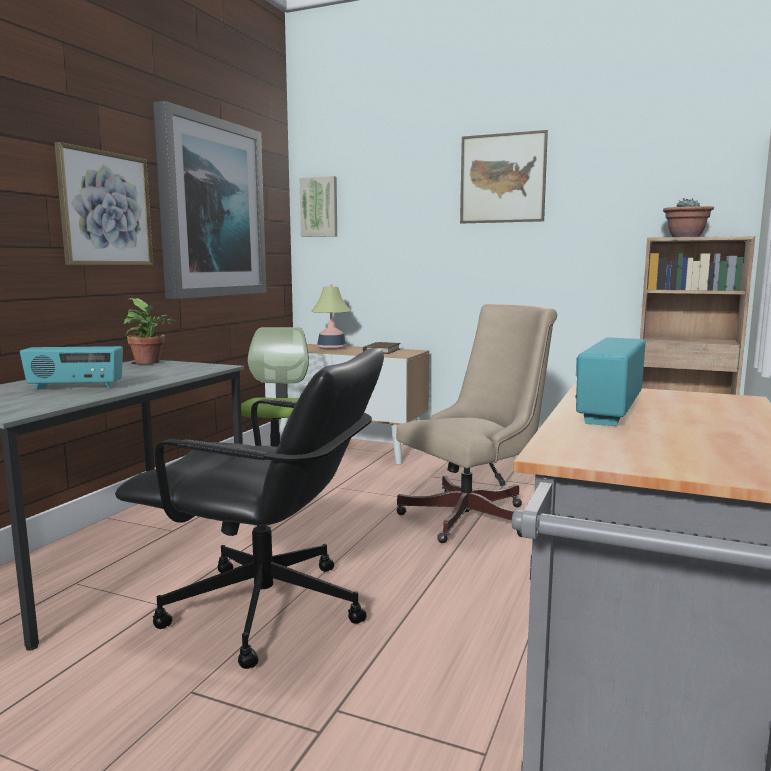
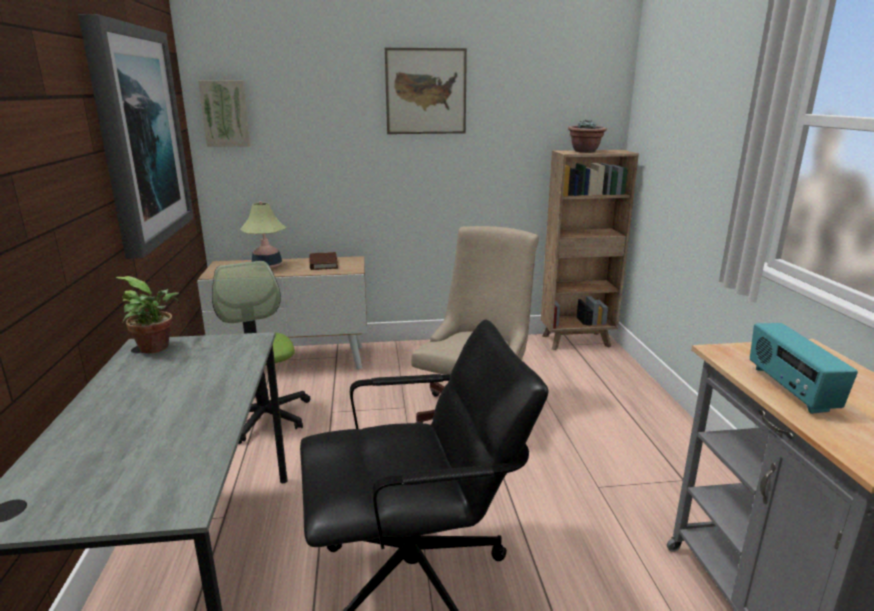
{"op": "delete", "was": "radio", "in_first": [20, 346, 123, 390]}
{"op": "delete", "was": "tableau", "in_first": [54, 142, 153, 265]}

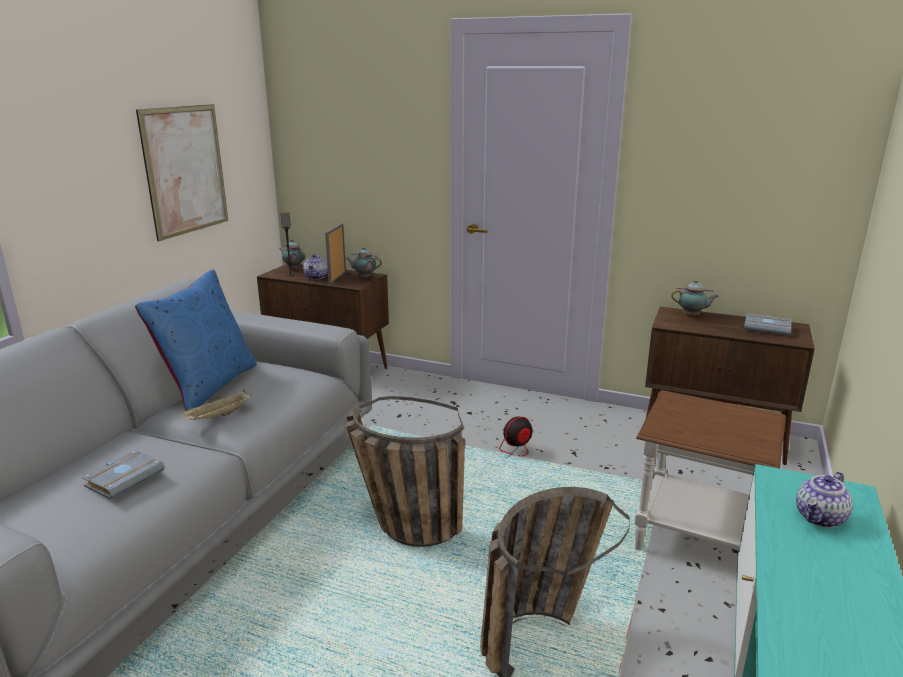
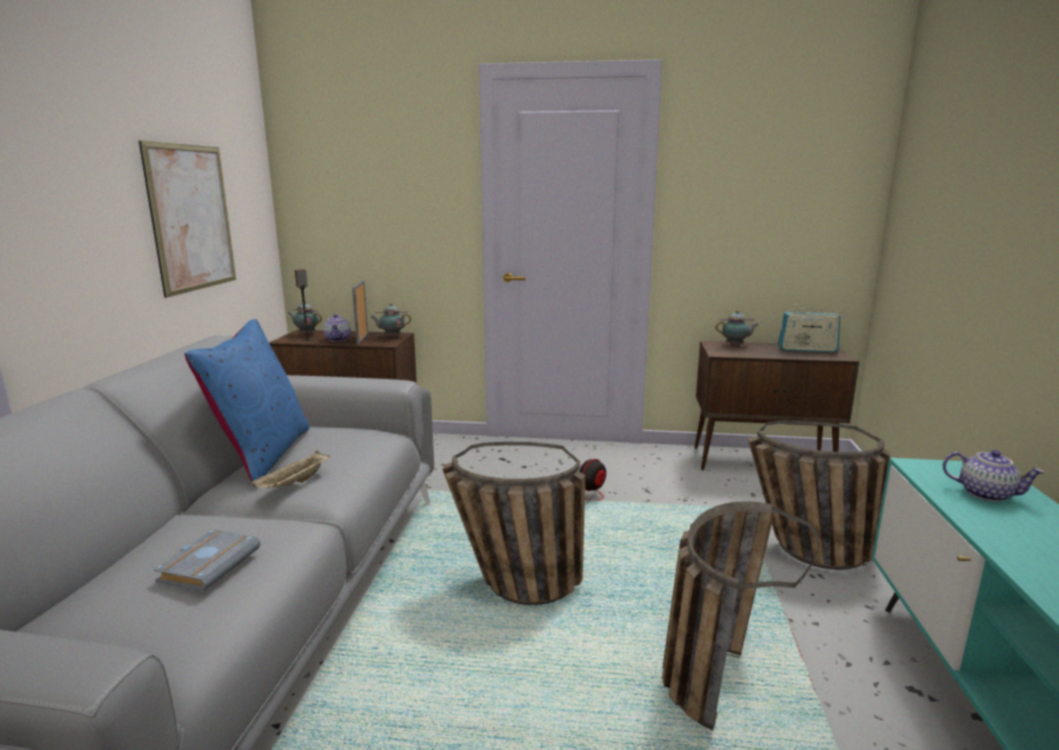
{"op": "replace", "was": "table d'appoint [marron]", "now": "panier", "in_first": [635, 390, 786, 550], "in_second": [748, 421, 890, 570]}
{"op": "replace", "was": "livre [gris]", "now": "radio", "in_first": [744, 314, 791, 336], "in_second": [778, 304, 840, 353]}
{"op": "rotate", "was": "théière", "in_first": [796, 472, 853, 528], "in_second": [943, 450, 1045, 502], "clockwise": -90}

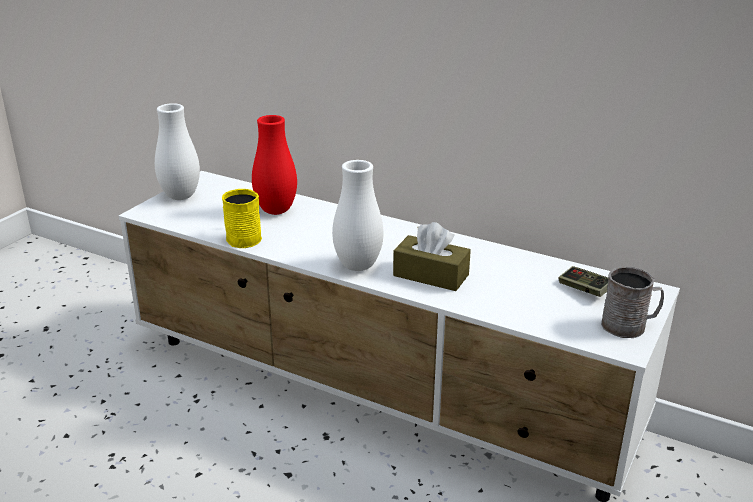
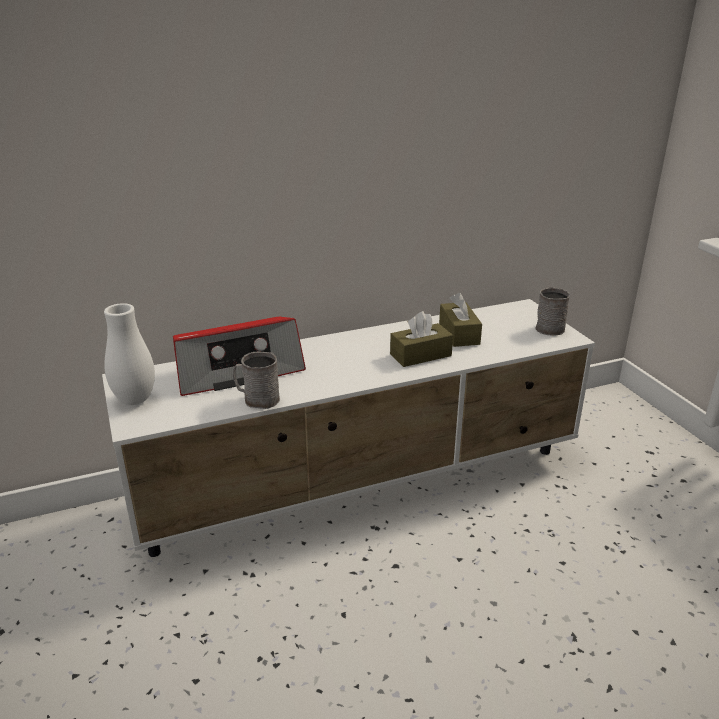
{"op": "delete", "was": "vase [blanc]", "in_first": [332, 160, 384, 271]}
{"op": "delete", "was": "manette", "in_first": [559, 266, 608, 297]}
{"op": "insert", "now": "boîte à mouchoirs [marron]", "in_second": [439, 293, 482, 347]}
{"op": "replace", "was": "vase [rouge]", "now": "radio", "in_first": [252, 115, 297, 215], "in_second": [173, 316, 306, 396]}
{"op": "recolor", "was": "mug [jaune]", "now": "mug [gris]", "in_first": [222, 189, 262, 248], "in_second": [233, 352, 280, 409]}

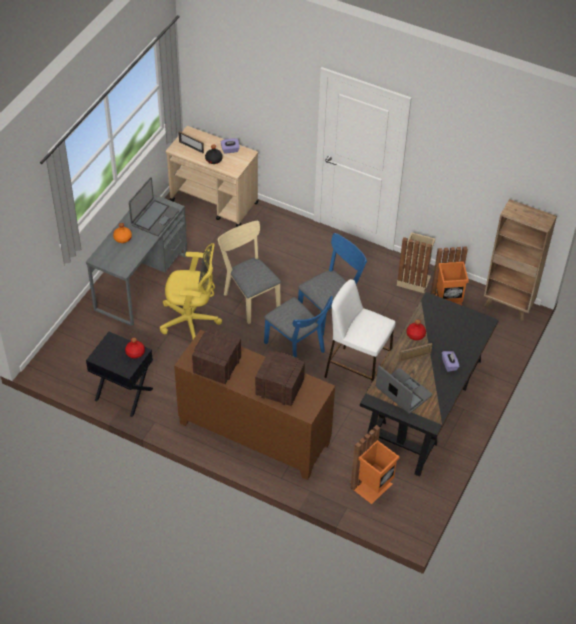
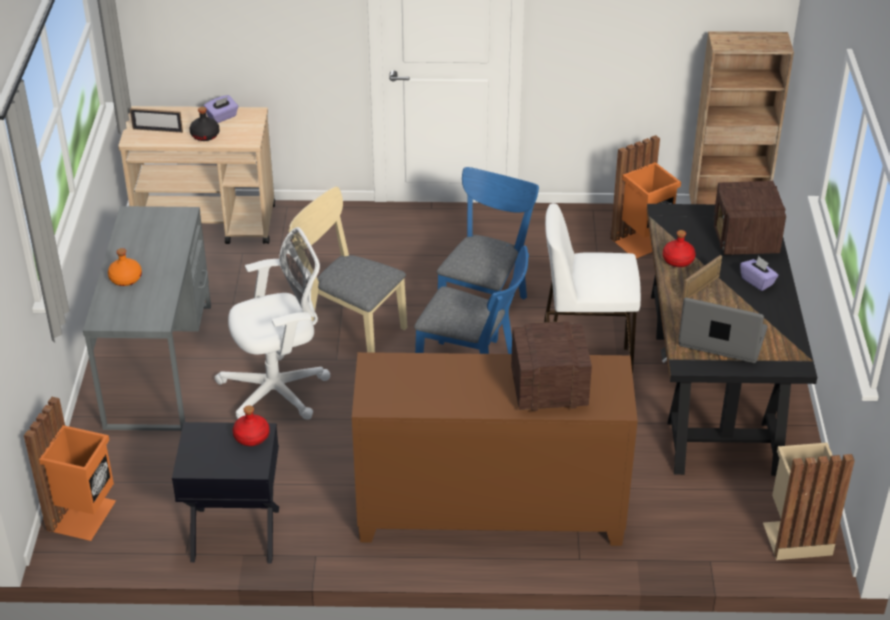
{"op": "delete", "was": "ordinateur portable", "in_first": [129, 177, 179, 236]}
{"op": "move", "was": "radio", "in_first": [192, 328, 241, 384], "in_second": [713, 181, 786, 255]}
{"op": "move", "was": "poubelle [orange]", "in_first": [350, 425, 399, 504], "in_second": [24, 397, 116, 541]}
{"op": "move", "was": "poubelle [beige]", "in_first": [397, 232, 435, 293], "in_second": [763, 443, 855, 560]}
{"op": "recolor", "was": "chaise de bureau [jaune]", "now": "chaise de bureau [blanc]", "in_first": [160, 243, 222, 340], "in_second": [215, 227, 331, 420]}

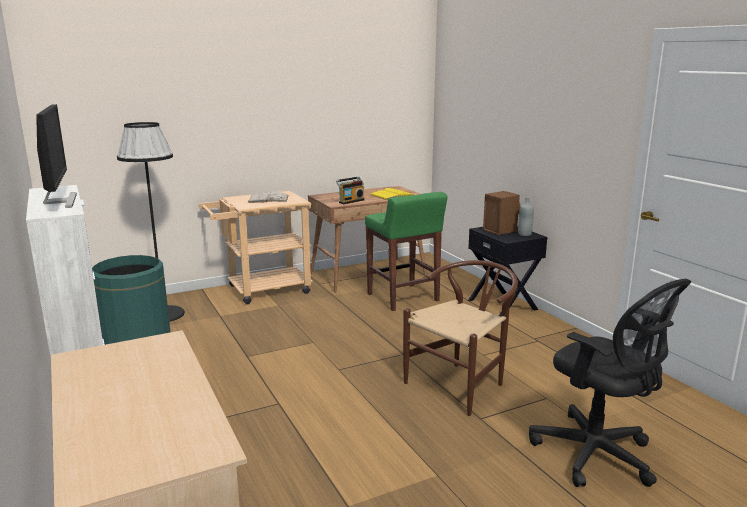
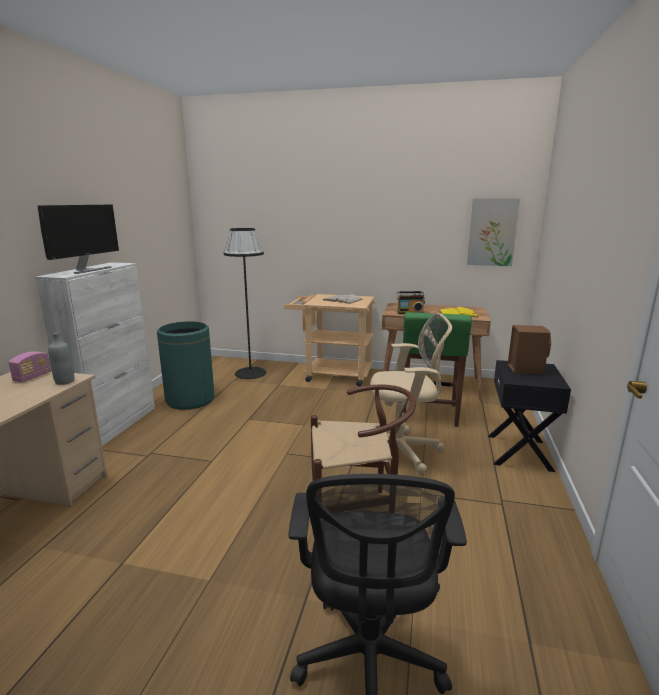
{"op": "insert", "now": "radio", "in_second": [8, 351, 51, 382]}
{"op": "insert", "now": "chaise de bureau [beige]", "in_second": [370, 313, 452, 474]}
{"op": "insert", "now": "tableau", "in_second": [467, 199, 520, 266]}
{"op": "move", "was": "bouteille [gris]", "in_first": [518, 197, 534, 236], "in_second": [48, 333, 74, 385]}

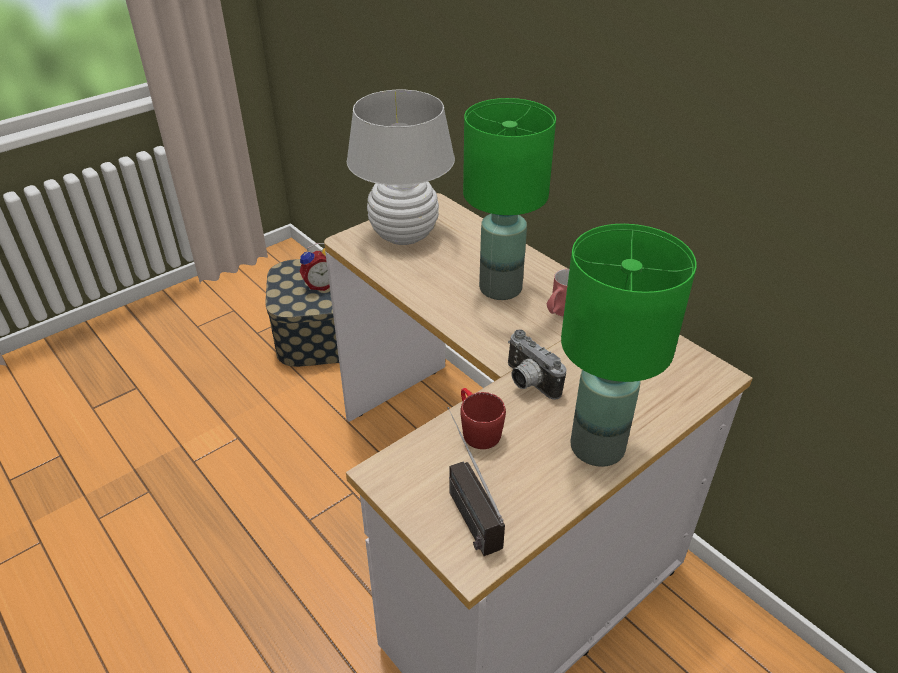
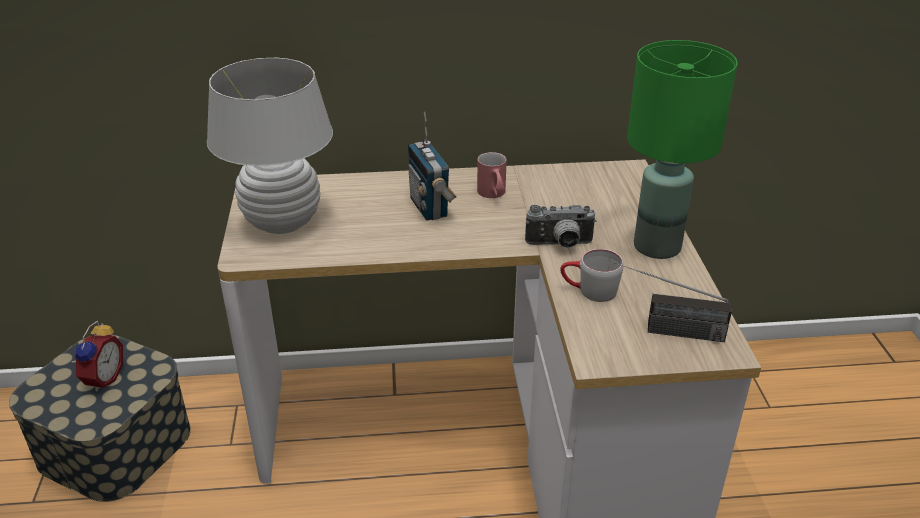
{"op": "replace", "was": "lampe de table [vert]", "now": "radio", "in_first": [463, 98, 556, 300], "in_second": [408, 112, 456, 221]}
{"op": "recolor", "was": "mug [rouge]", "now": "mug [gris]", "in_first": [460, 388, 506, 449], "in_second": [560, 249, 623, 302]}

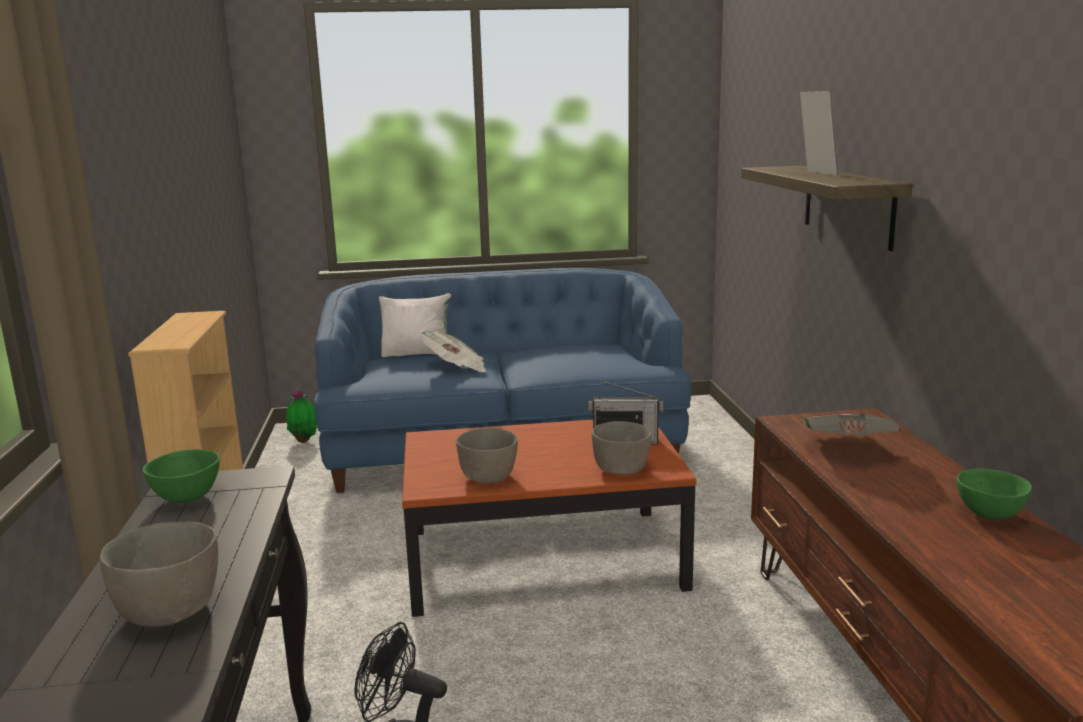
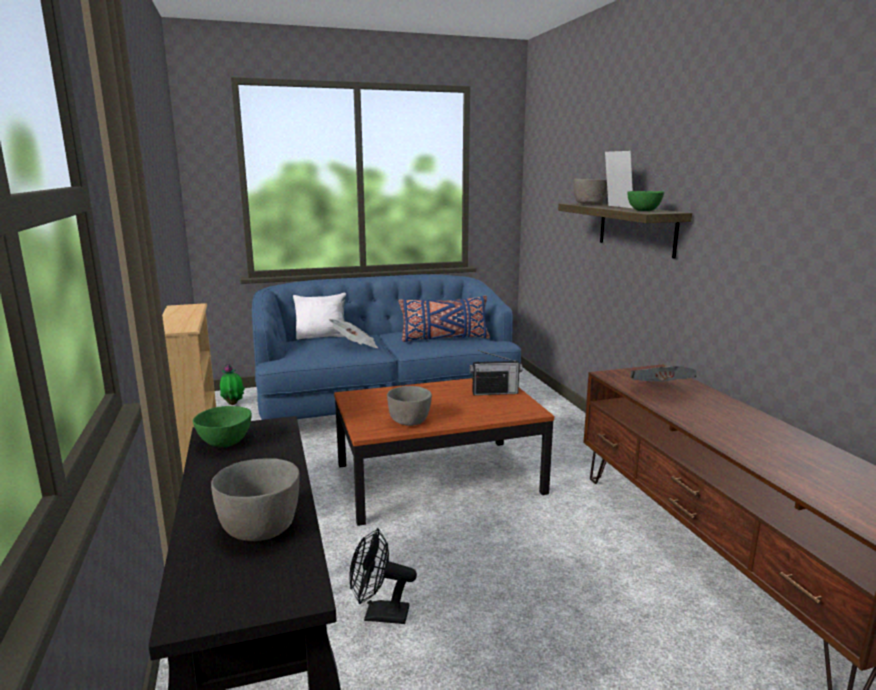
{"op": "insert", "now": "coussin [bleu]", "in_second": [398, 295, 490, 342]}
{"op": "move", "was": "bol [gris]", "in_first": [592, 421, 652, 475], "in_second": [573, 179, 608, 205]}
{"op": "move", "was": "bol [vert]", "in_first": [957, 469, 1032, 520], "in_second": [627, 191, 664, 211]}

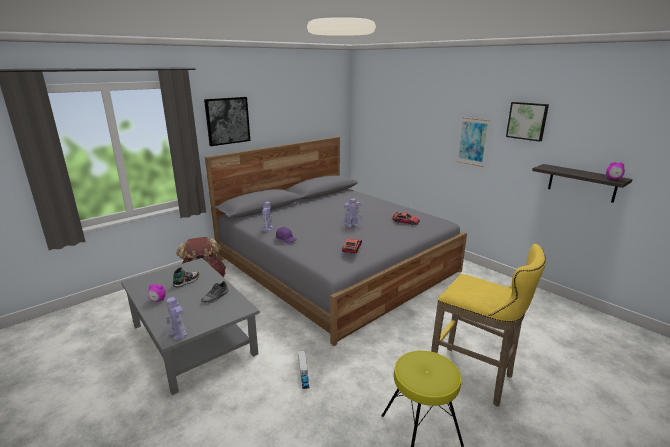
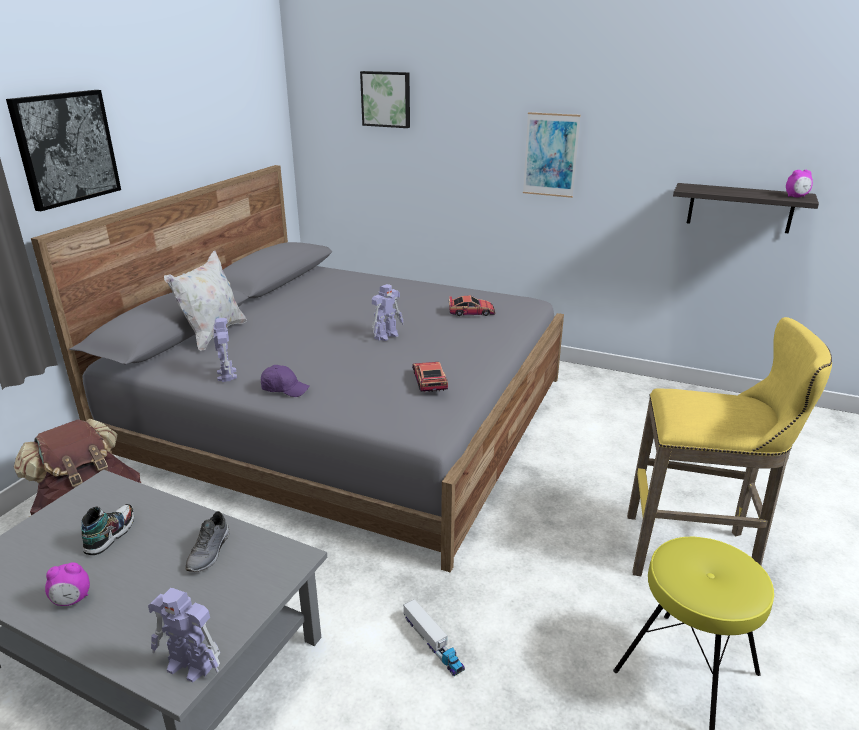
{"op": "insert", "now": "coussin [blanc]", "in_second": [164, 251, 247, 351]}
{"op": "move", "was": "tableau", "in_first": [506, 102, 549, 142], "in_second": [360, 71, 410, 128]}

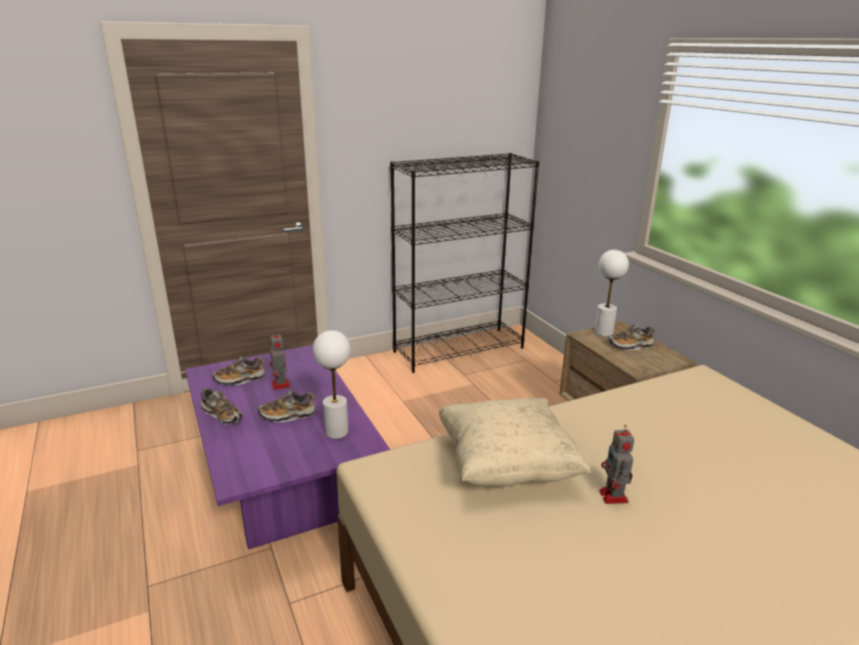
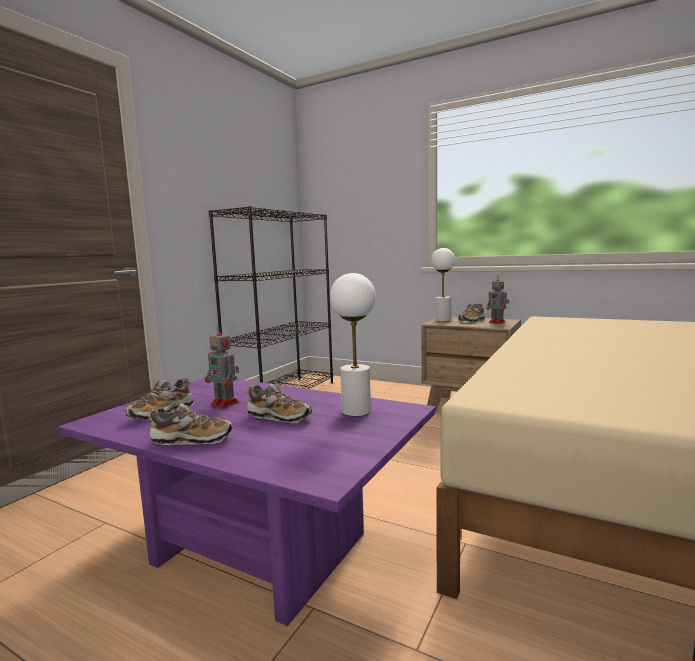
{"op": "delete", "was": "coussin [beige]", "in_first": [439, 398, 591, 487]}
{"op": "move", "was": "robot jouet", "in_first": [599, 426, 634, 504], "in_second": [486, 275, 509, 324]}
{"op": "rotate", "was": "chaussure", "in_first": [258, 390, 315, 422], "in_second": [247, 383, 312, 423], "clockwise": -105}

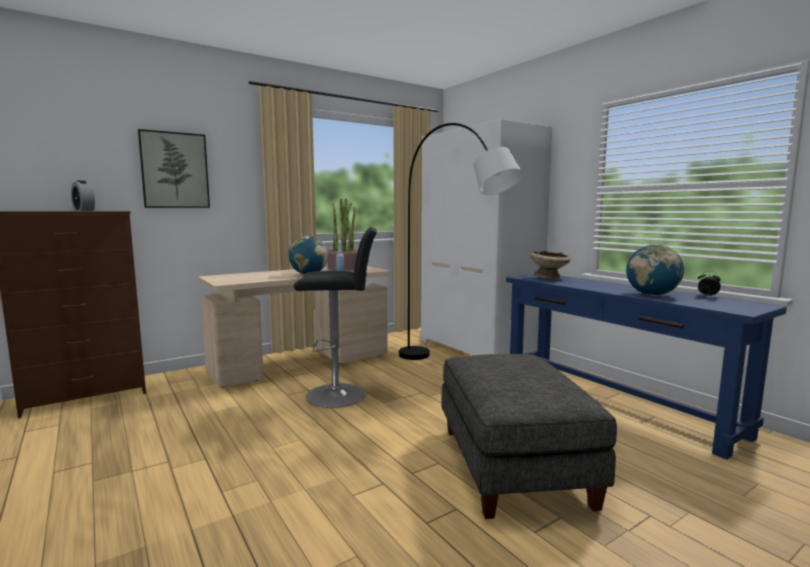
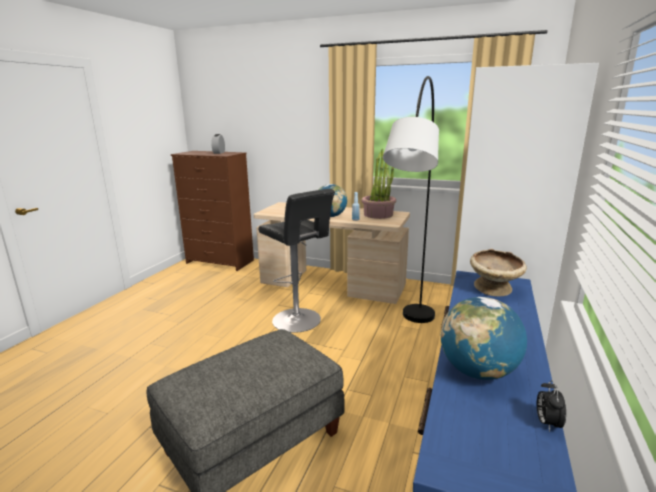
{"op": "delete", "was": "tableau", "in_first": [138, 129, 210, 208]}

